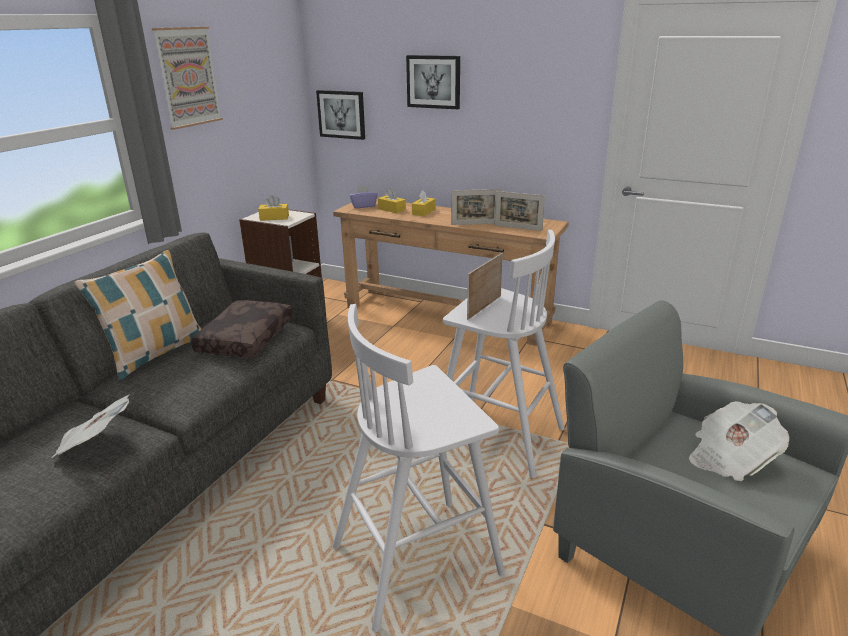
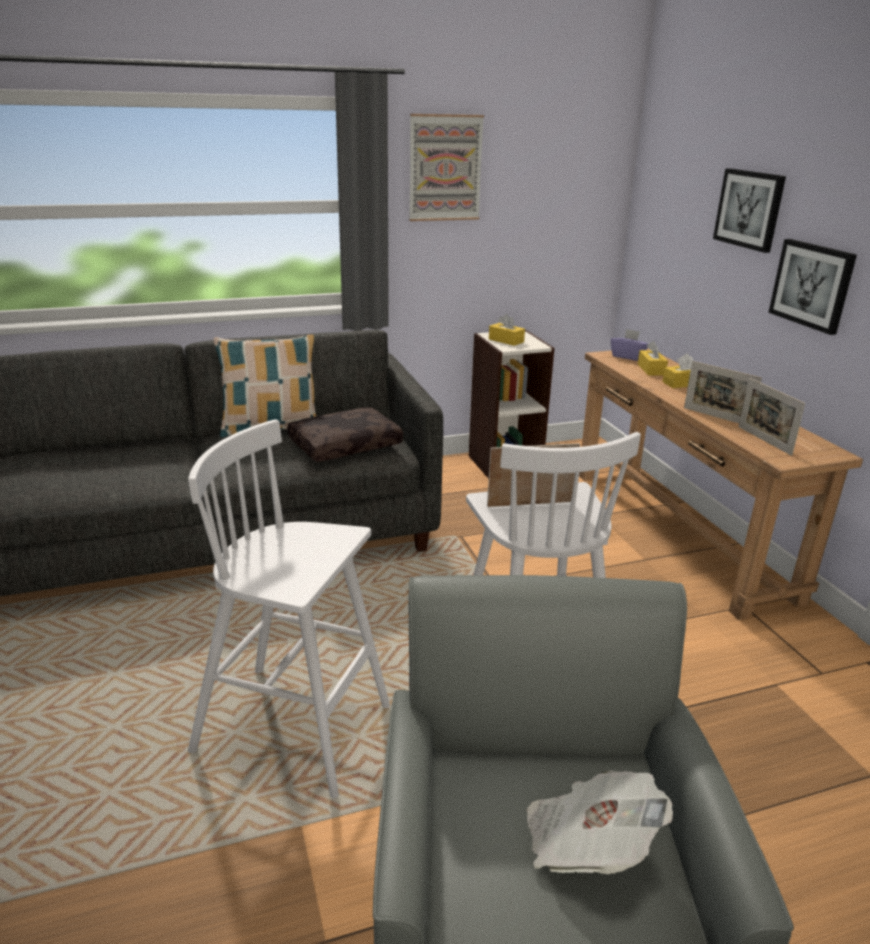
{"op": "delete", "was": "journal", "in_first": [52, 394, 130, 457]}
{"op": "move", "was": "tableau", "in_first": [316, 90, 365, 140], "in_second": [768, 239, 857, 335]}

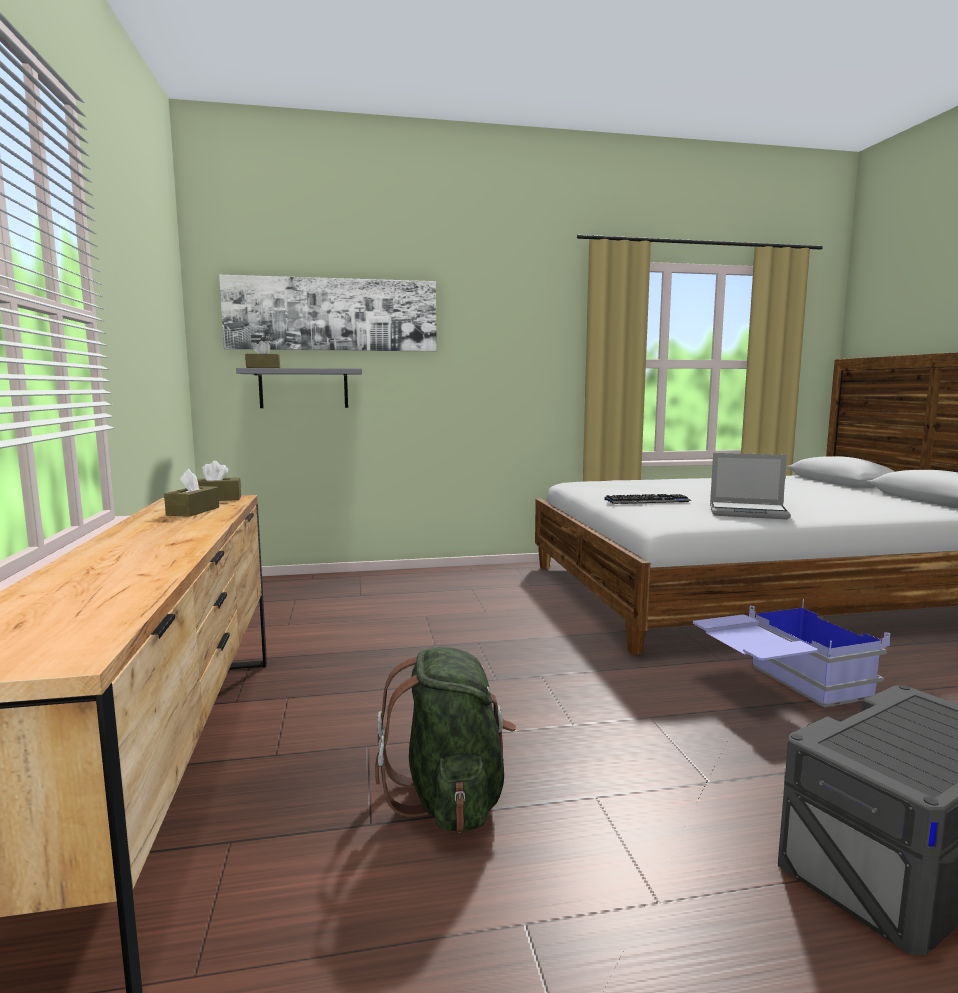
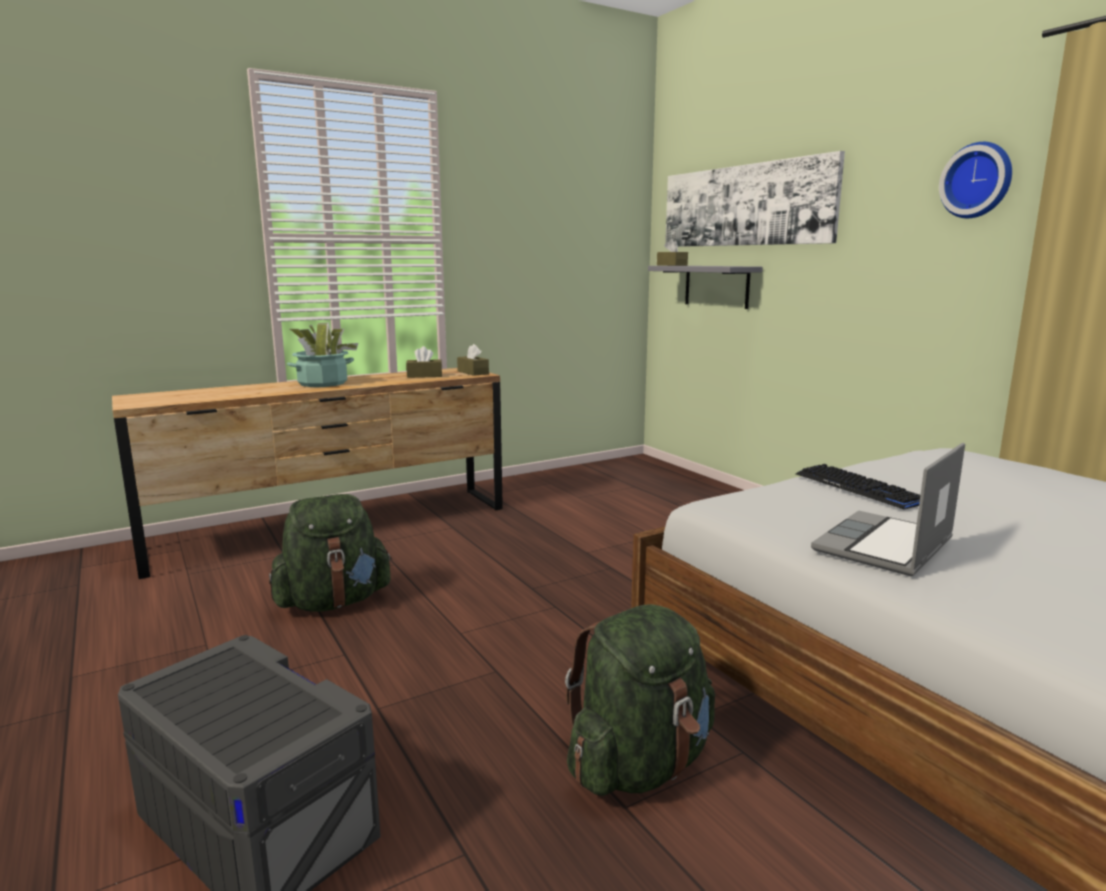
{"op": "insert", "now": "plante en pot", "in_second": [287, 322, 358, 387]}
{"op": "insert", "now": "horloge murale", "in_second": [939, 142, 1012, 218]}
{"op": "replace", "was": "boîte de rangement [bleu]", "now": "sac à dos [vert]", "in_first": [693, 599, 890, 708], "in_second": [565, 604, 715, 796]}
{"op": "rotate", "was": "ordinateur portable", "in_first": [710, 453, 791, 519], "in_second": [811, 443, 965, 577], "clockwise": 45}

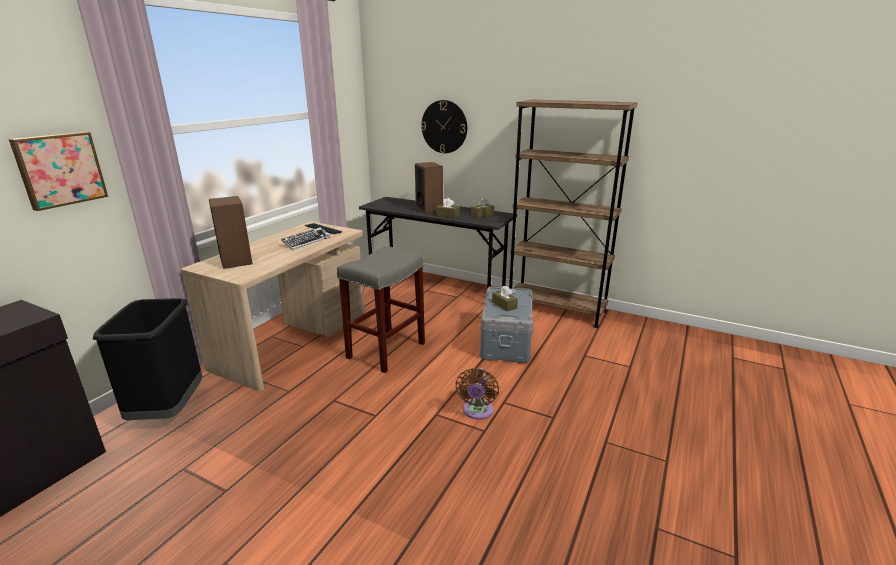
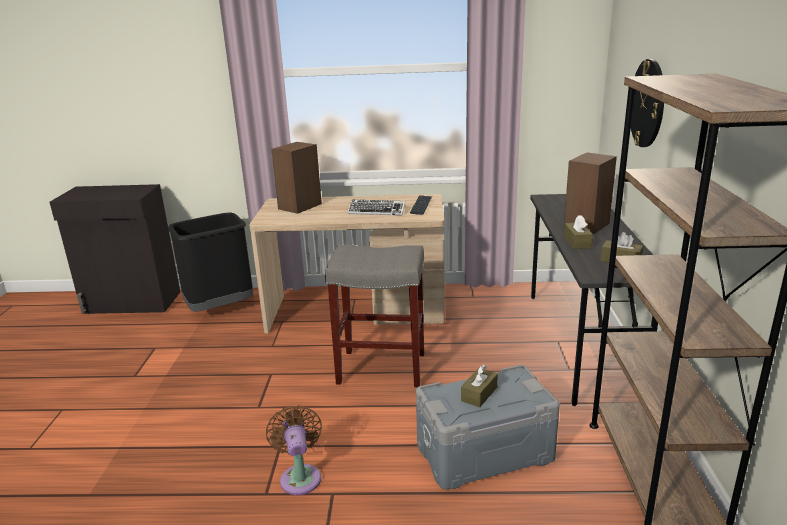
{"op": "delete", "was": "tableau", "in_first": [9, 132, 108, 211]}
{"op": "rotate", "was": "ventilateur [marron]", "in_first": [455, 368, 499, 420], "in_second": [266, 405, 322, 495], "clockwise": 90}

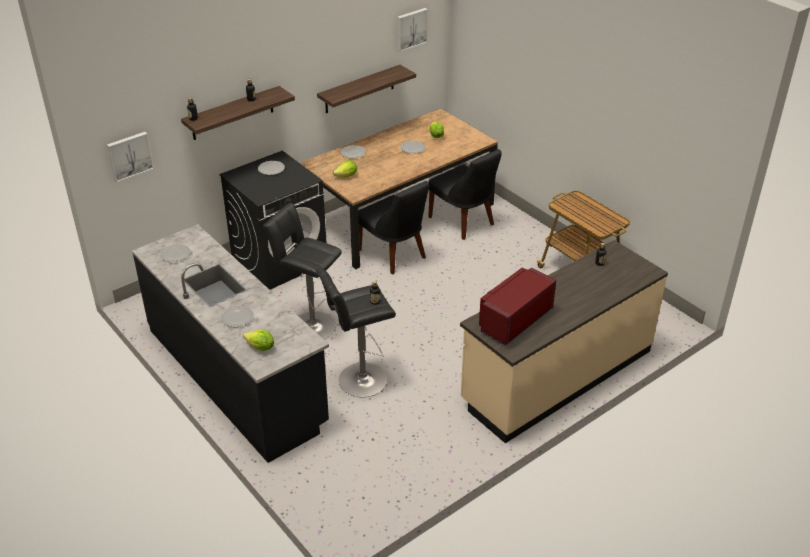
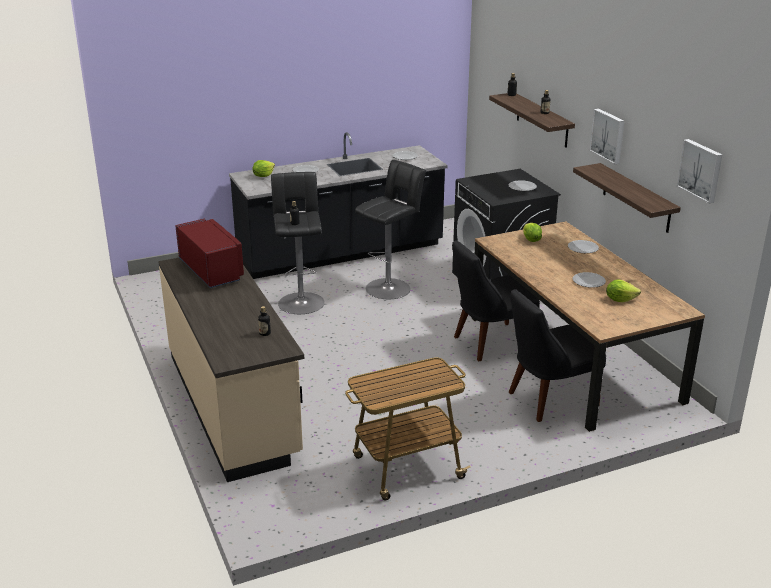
{"op": "move", "was": "tableau", "in_first": [107, 132, 154, 182], "in_second": [589, 108, 624, 164]}

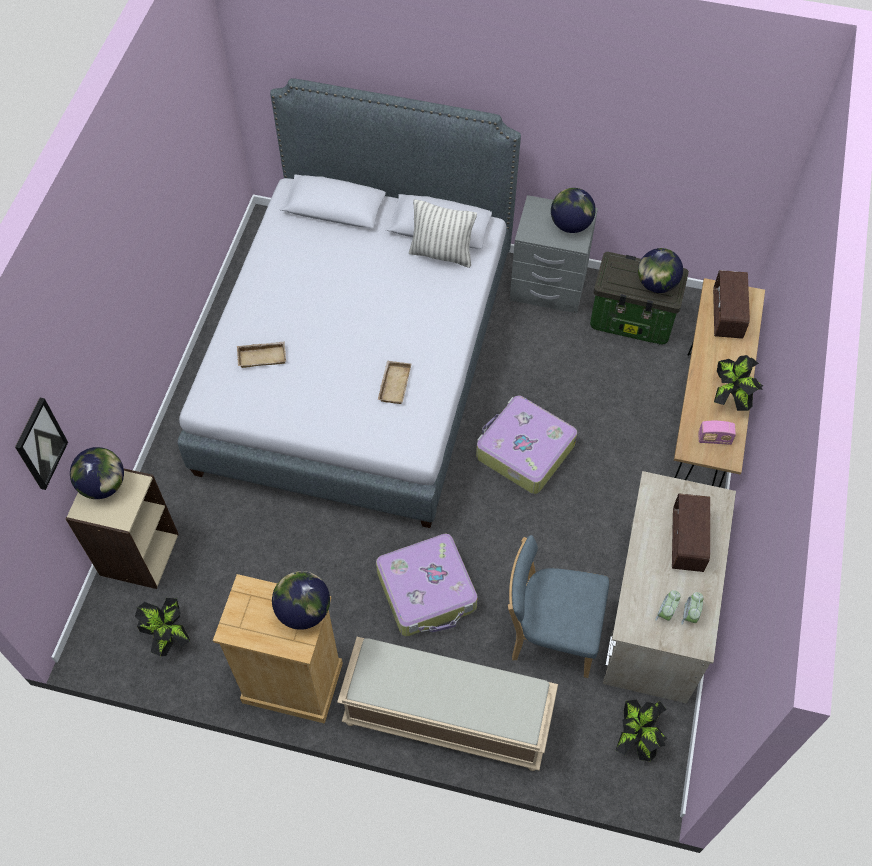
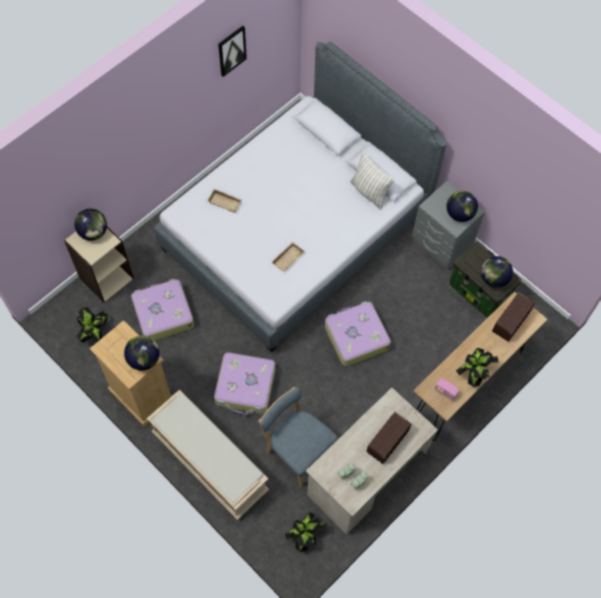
{"op": "insert", "now": "valise", "in_second": [131, 279, 194, 341]}
{"op": "move", "was": "tableau", "in_first": [15, 398, 68, 490], "in_second": [218, 26, 247, 77]}

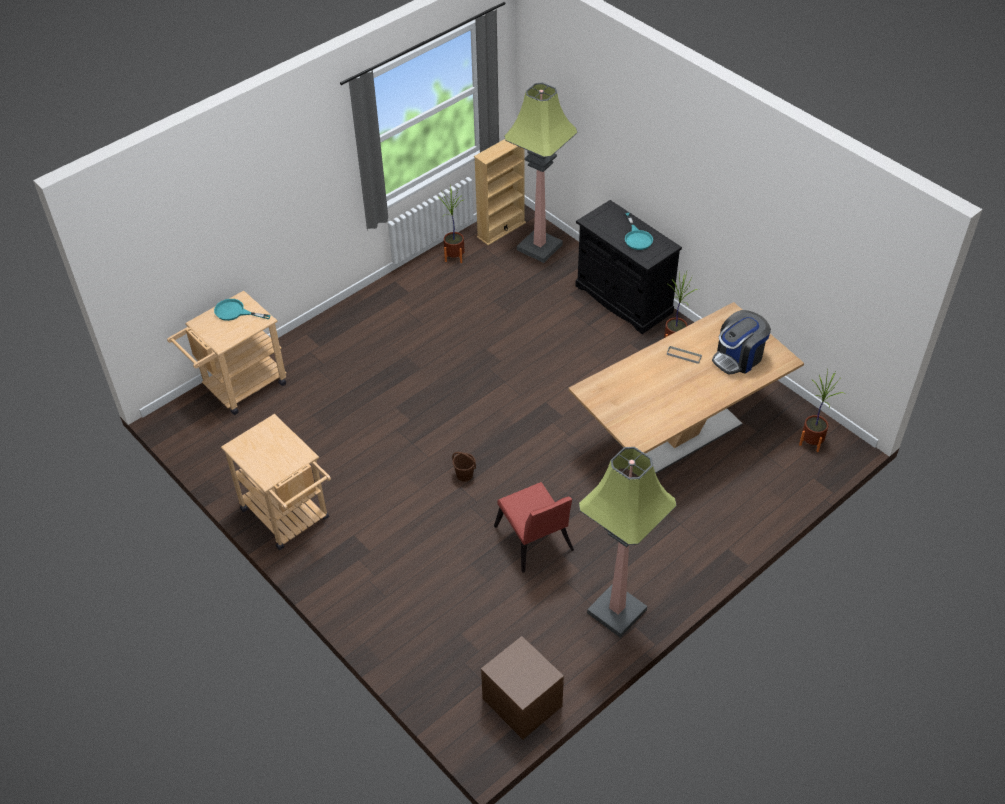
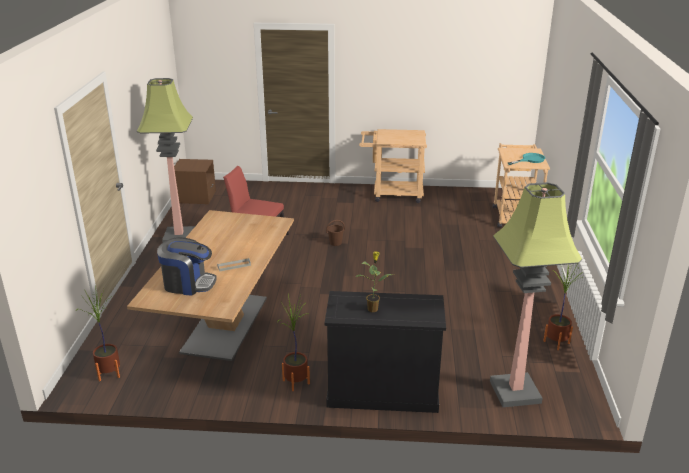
{"op": "delete", "was": "bibliothèque [beige]", "in_first": [474, 139, 526, 246]}
{"op": "replace", "was": "poêle [turquoise]", "now": "plante en pot", "in_first": [625, 213, 653, 250], "in_second": [356, 252, 392, 312]}
{"op": "rotate", "was": "machine à café", "in_first": [712, 310, 771, 374], "in_second": [157, 237, 217, 296], "clockwise": 90}

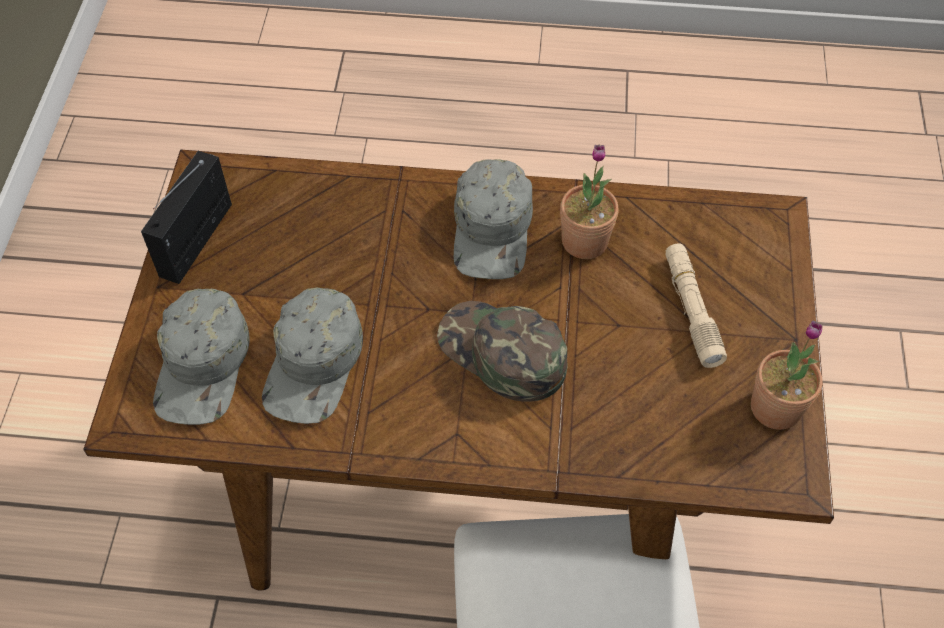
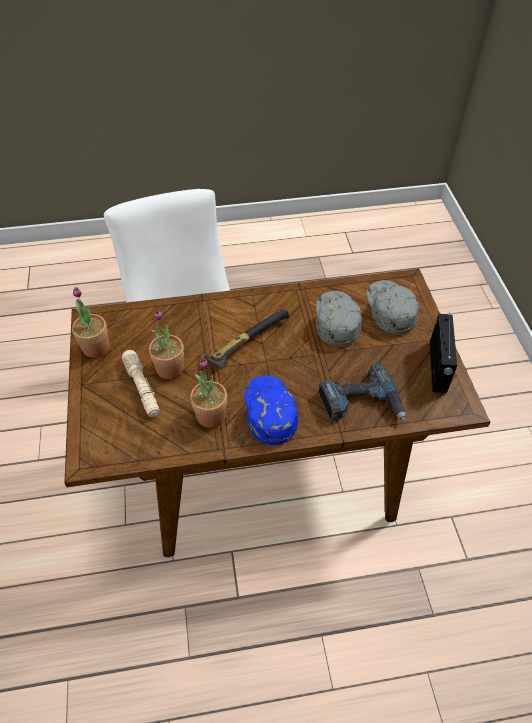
{"op": "insert", "now": "plante en pot", "in_second": [149, 310, 184, 379]}
{"op": "insert", "now": "perceuse", "in_second": [319, 362, 406, 421]}
{"op": "replace", "was": "casquette [vert]", "now": "marteau", "in_first": [437, 301, 567, 402], "in_second": [203, 309, 290, 370]}
{"op": "recolor", "was": "casquette [gris]", "now": "casquette [bleu]", "in_first": [454, 159, 533, 279], "in_second": [244, 375, 298, 445]}

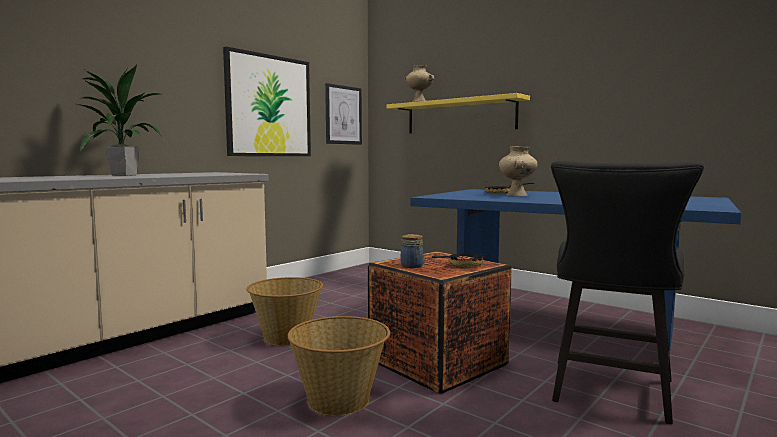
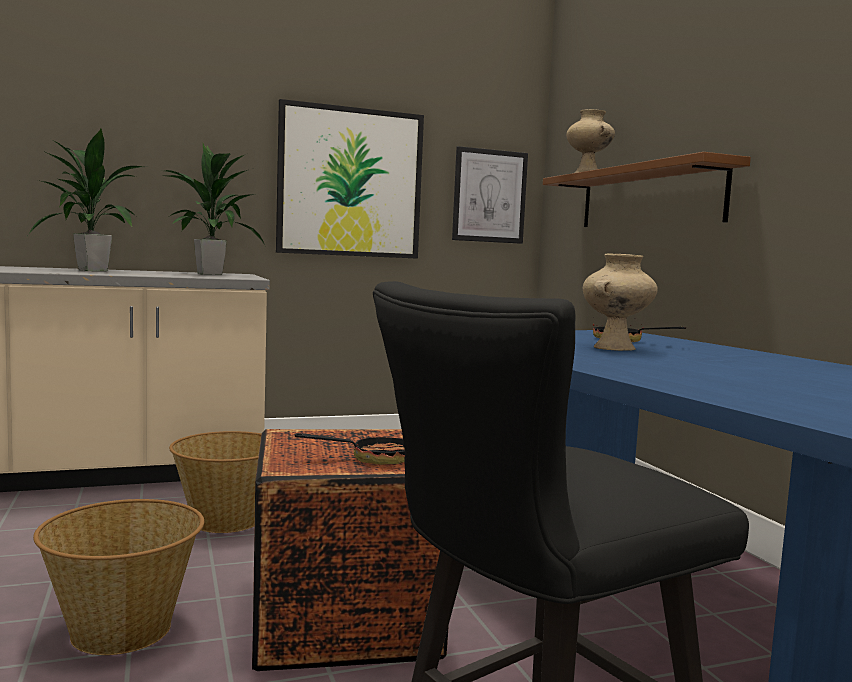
{"op": "delete", "was": "bocal", "in_first": [401, 234, 423, 268]}
{"op": "insert", "now": "plante en pot", "in_second": [161, 144, 267, 275]}
{"op": "recolor", "was": "étagère [jaune]", "now": "étagère [marron]", "in_first": [386, 93, 530, 133], "in_second": [543, 152, 751, 227]}

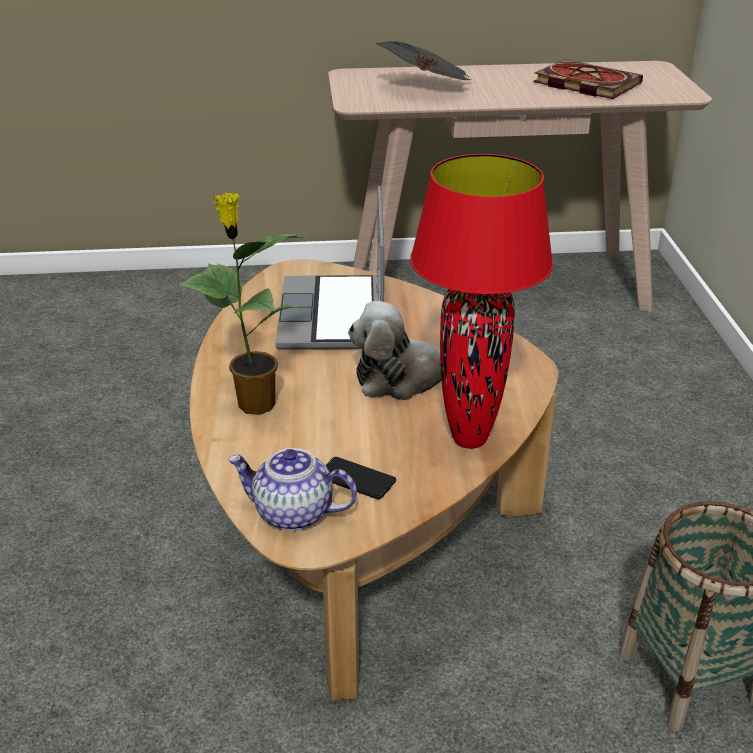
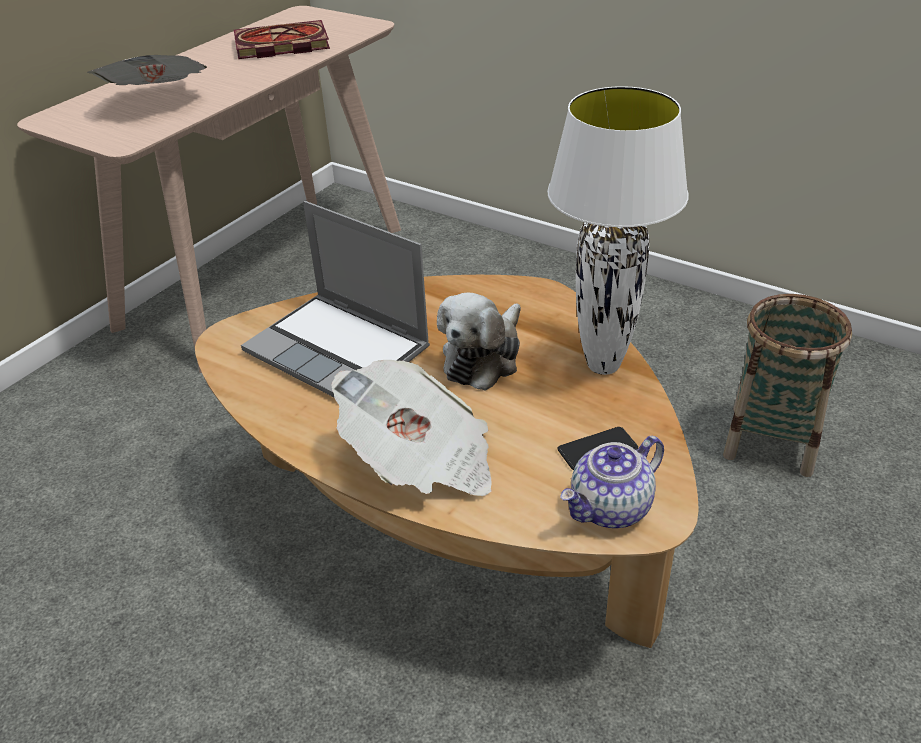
{"op": "replace", "was": "plante en pot", "now": "journal", "in_first": [179, 192, 305, 415], "in_second": [331, 360, 492, 496]}
{"op": "recolor", "was": "lampe de table [rouge]", "now": "lampe de table [blanc]", "in_first": [410, 154, 553, 449], "in_second": [547, 86, 689, 375]}

